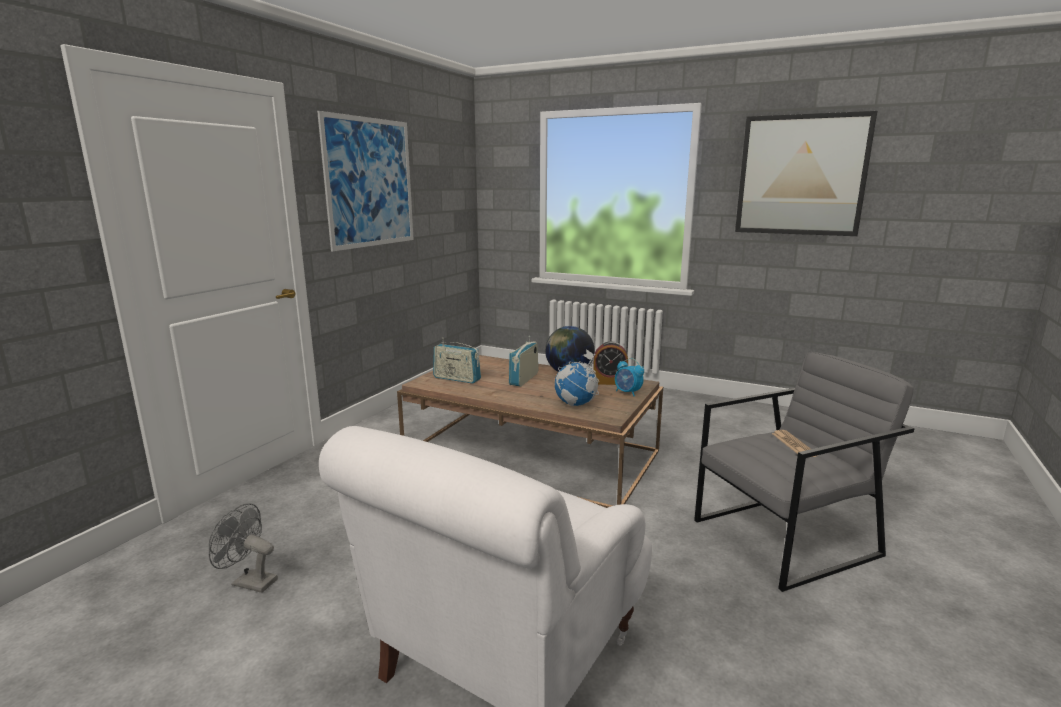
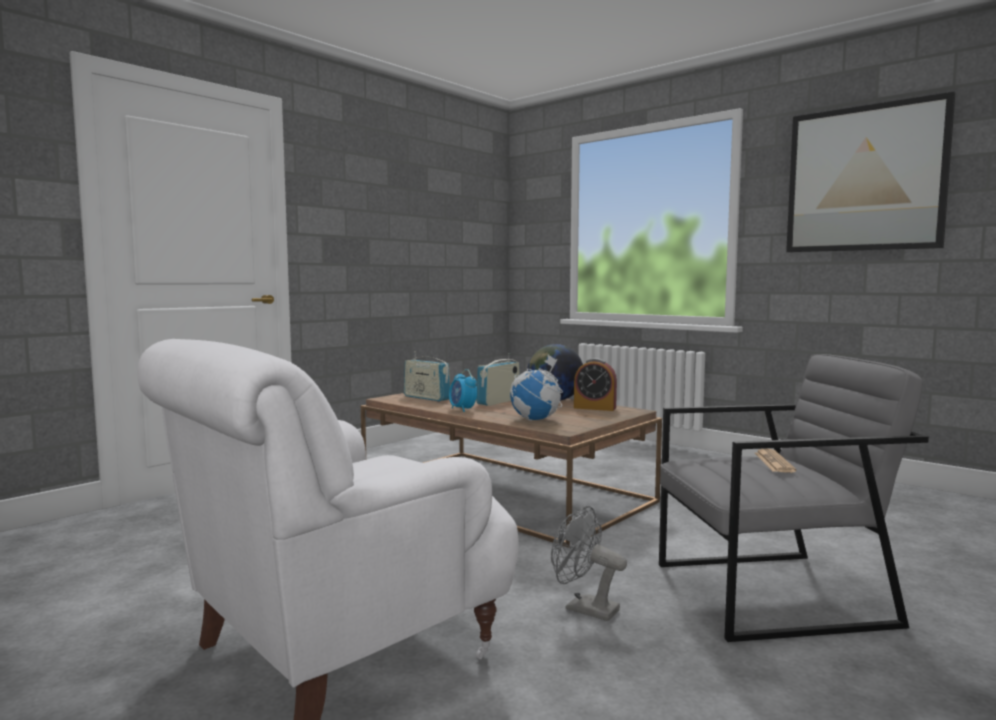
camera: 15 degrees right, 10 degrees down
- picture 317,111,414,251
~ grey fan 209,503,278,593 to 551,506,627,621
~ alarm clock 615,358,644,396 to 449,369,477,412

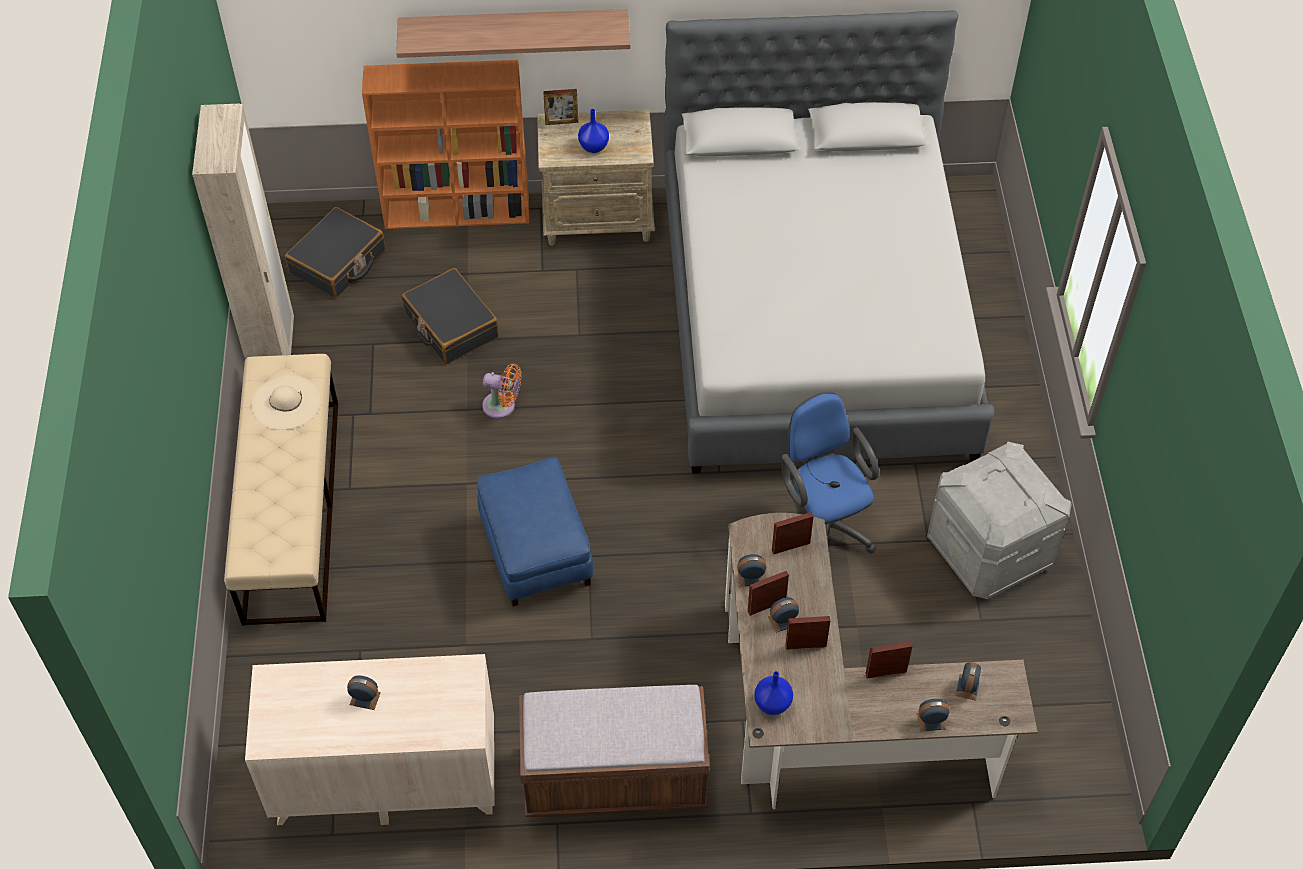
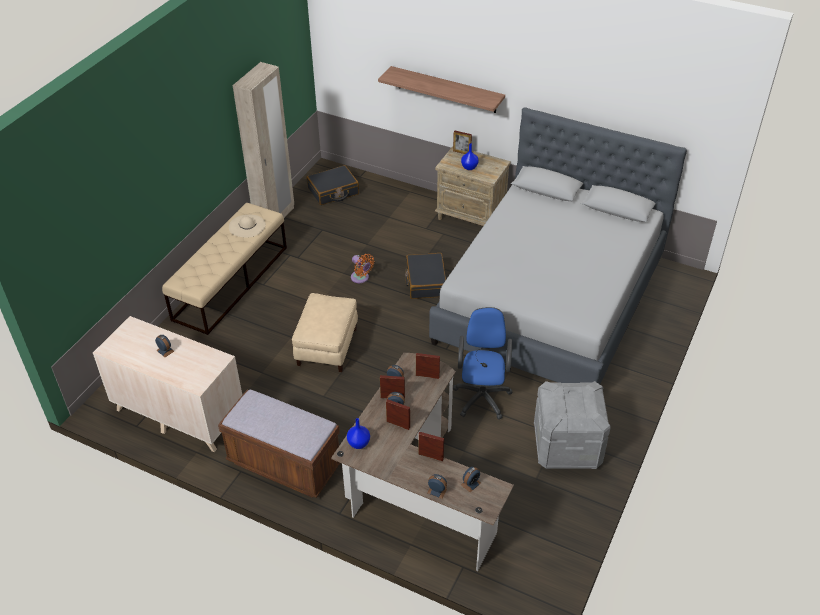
camera: 30 degrees right, 10 degrees down
- orange bookcase 362,60,529,229
~ black suitcase 402,268,499,364 to 405,253,446,299
~ blue ottoman 477,457,593,607 to beige ottoman 292,293,358,372

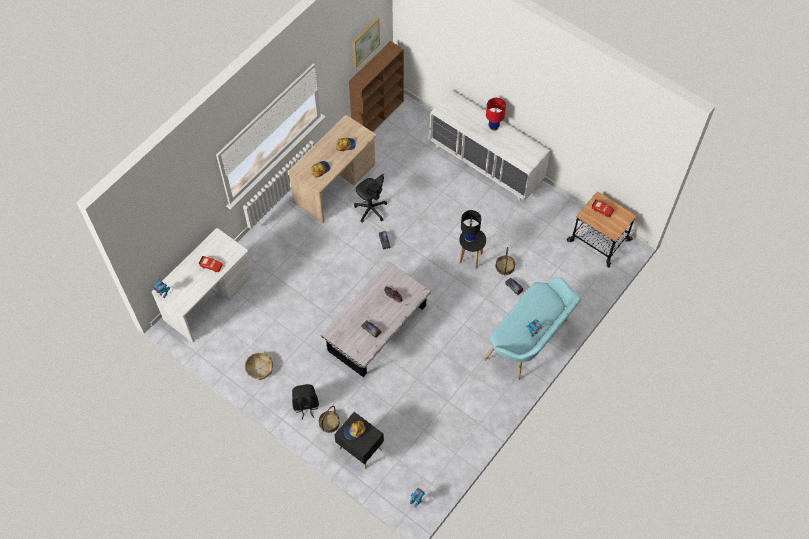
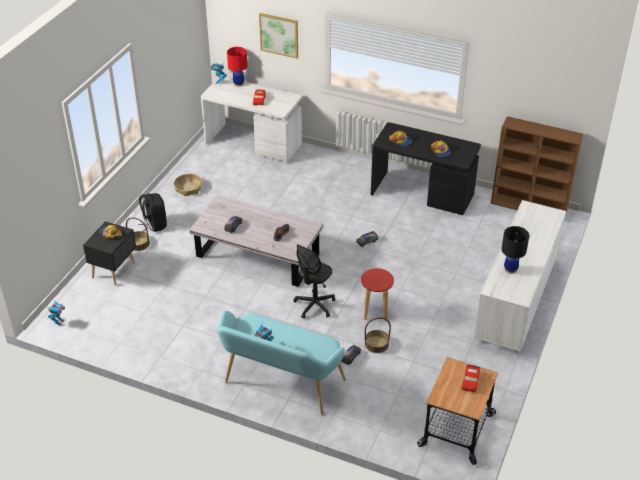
camera: 75 degrees right, 20 degrees down
~ picture 353,18,380,67 to 259,13,298,59
~ black office chair 354,173,387,223 to 293,244,335,319
~ black table lamp 461,210,481,242 to 501,226,529,274
~ red table lamp 486,98,506,131 to 227,47,247,87
~ beige desk 288,115,376,223 to black desk 371,122,481,215
~ black stool 459,230,486,269 to red stool 361,268,394,321

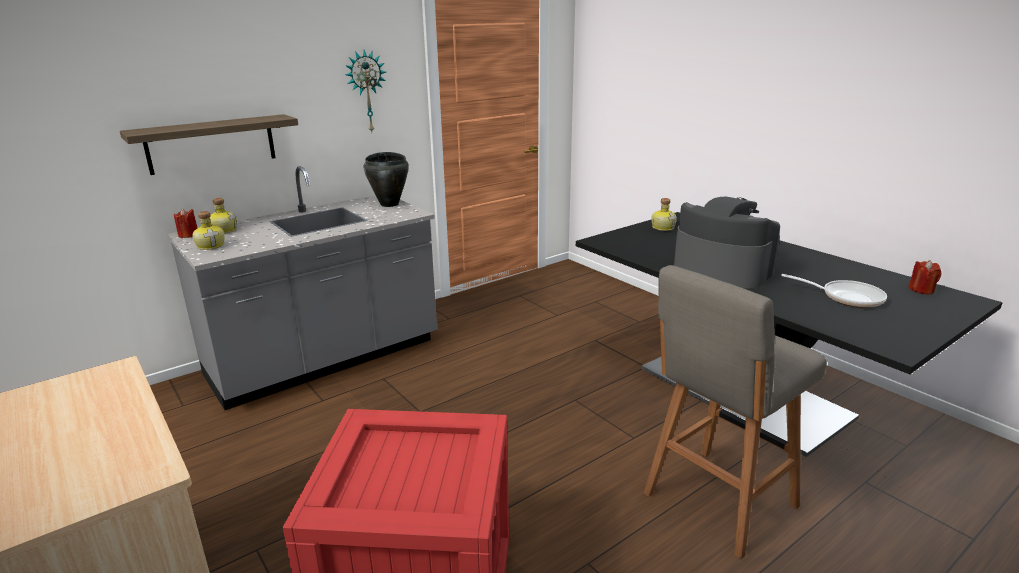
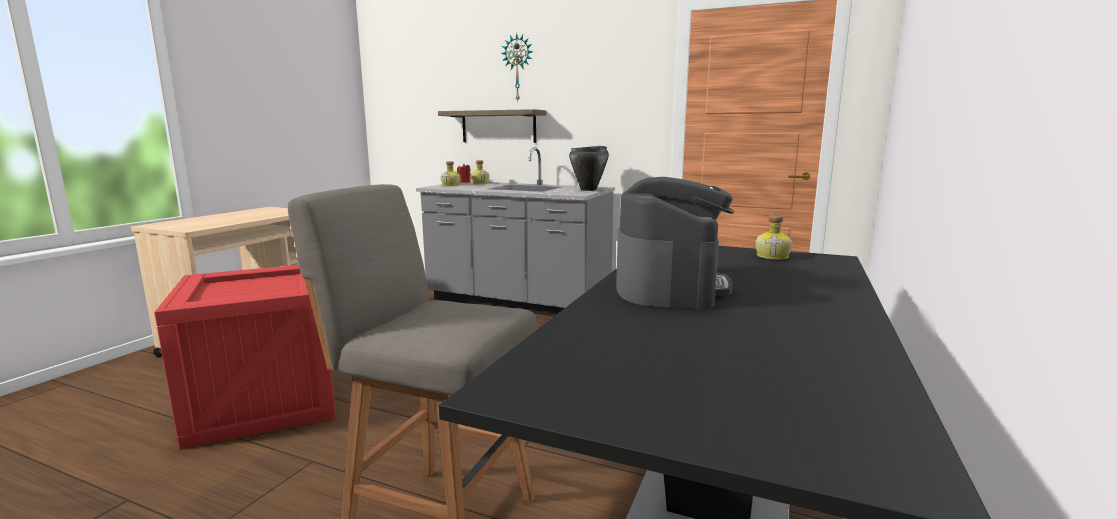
camera: 60 degrees right, 10 degrees down
- frying pan 781,274,887,308
- red candle 908,260,941,294
~ wall clock 345,50,386,132 to 501,33,533,102

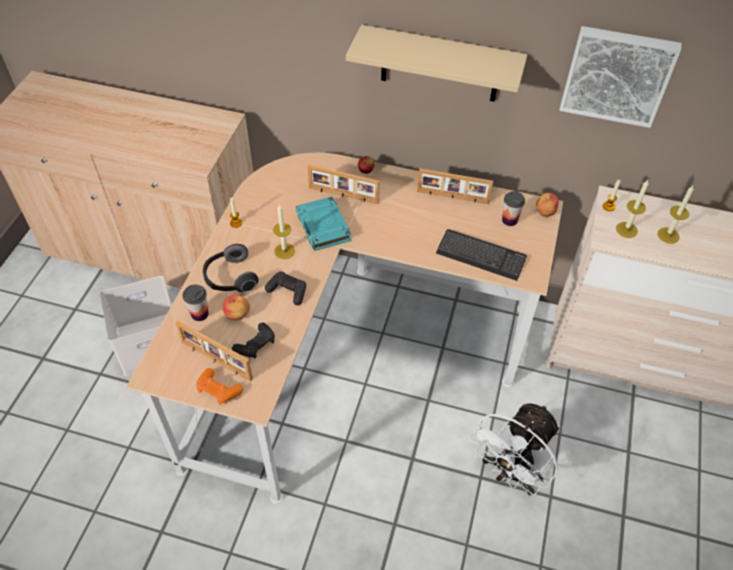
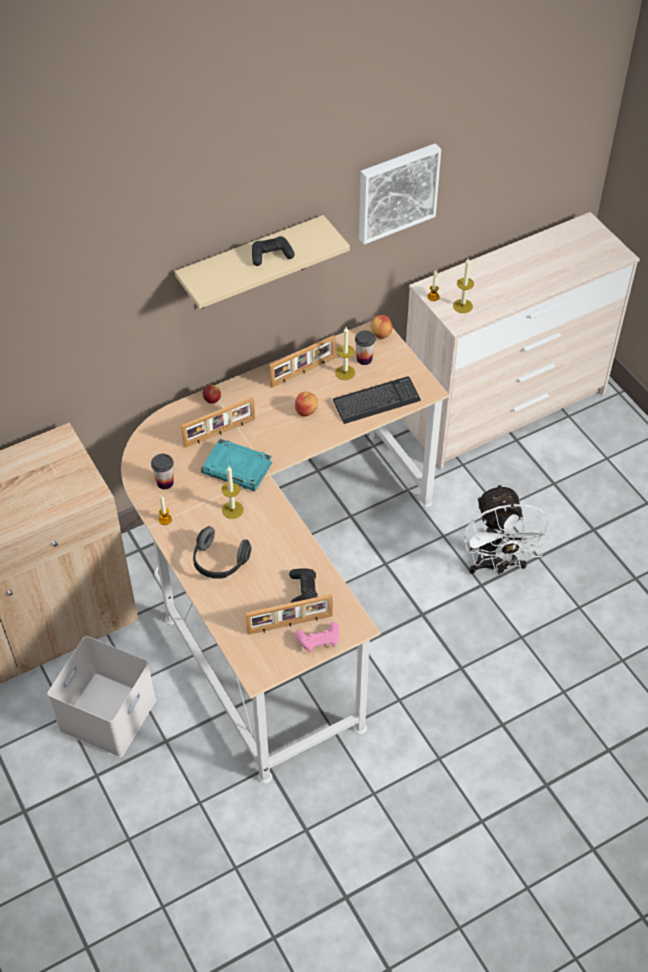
camera: 45 degrees left, 0 degrees up
~ cup 183,285,209,321 to 151,454,174,490
~ apple 223,295,250,320 to 295,392,318,416
~ black game controller 265,271,306,305 to 252,236,295,266
~ candle 658,186,694,244 to 335,327,355,380
~ orange game controller 196,368,243,405 to pink game controller 295,622,339,653

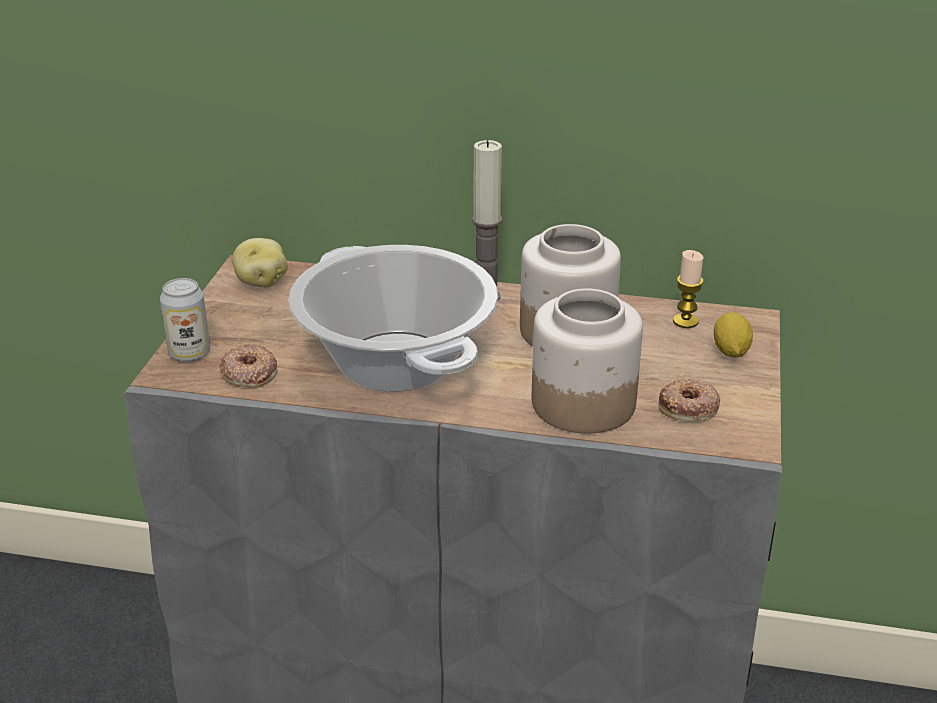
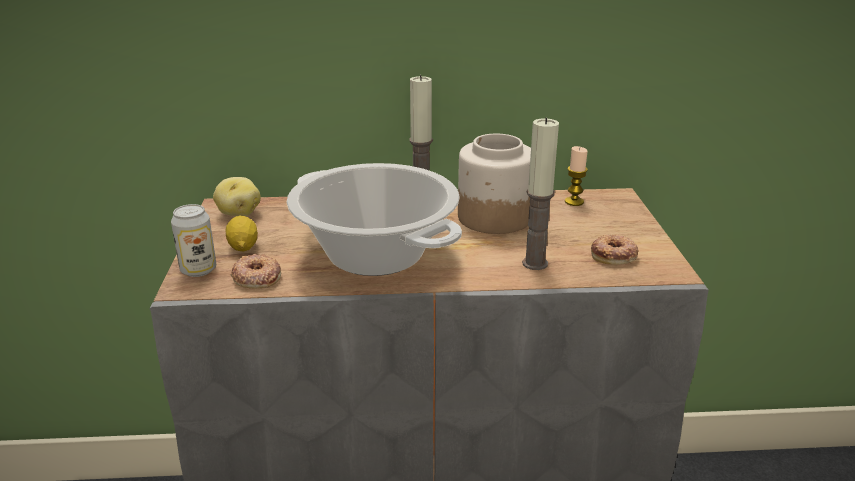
camera: 15 degrees left, 5 degrees down
~ lemon 714,312,753,358 to 225,215,258,251
~ jar 532,288,643,434 to candle 522,117,559,270

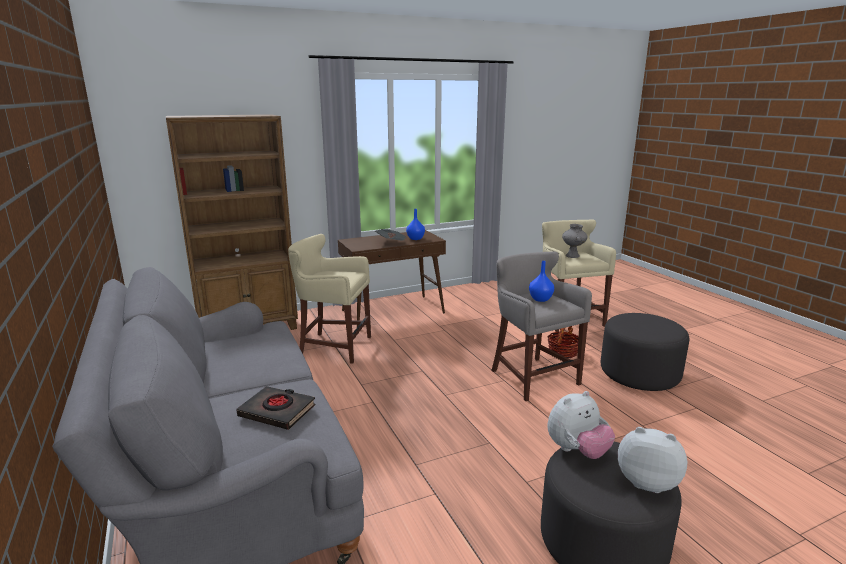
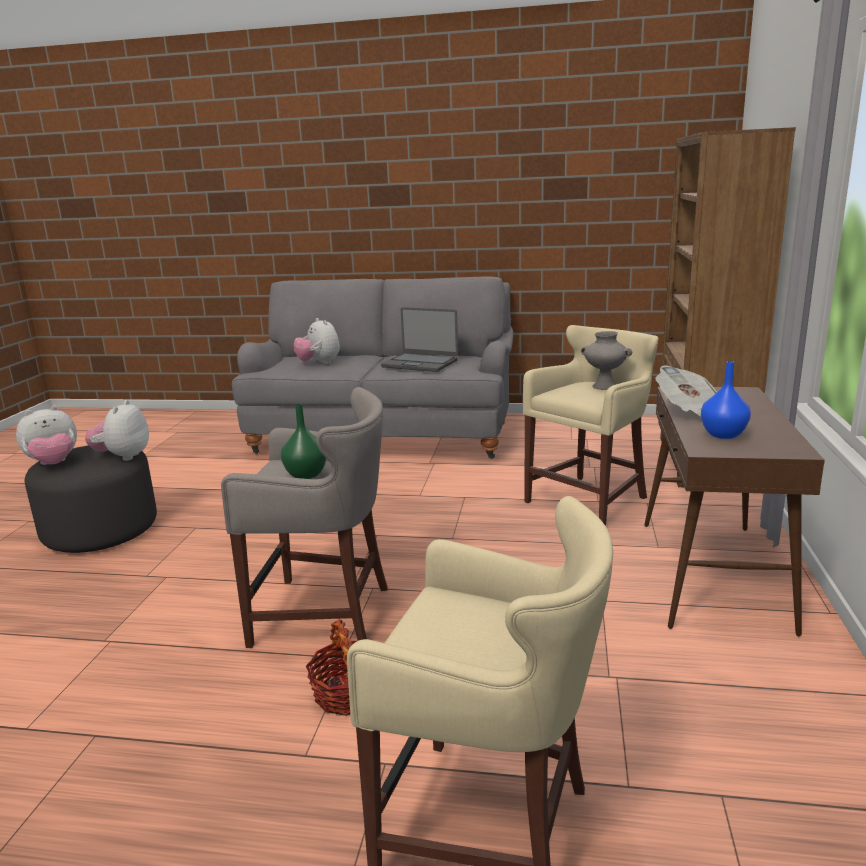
camera: 125 degrees right, 0 degrees up
- grey ottoman 601,313,689,391
+ laptop 381,307,458,372
~ grey vase 562,224,588,258 to 581,331,632,390
~ black book 236,386,316,430 to plush toy 294,318,340,364
~ blue vase 529,261,554,302 to green vase 281,404,326,479

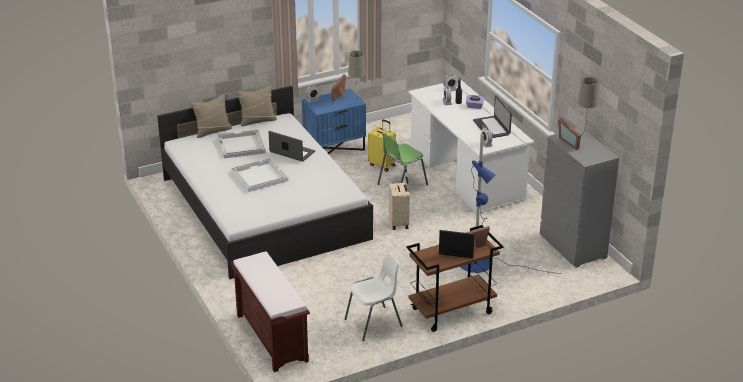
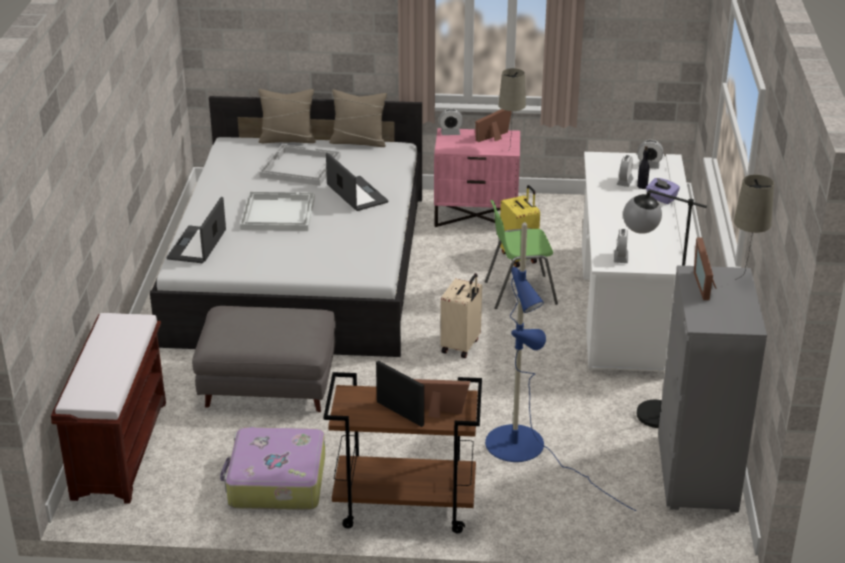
camera: 30 degrees right, 0 degrees up
+ grey ottoman 192,306,336,412
+ black floor lamp 623,189,707,428
~ laptop 473,96,512,138 to 166,197,226,263
~ white chair 345,253,403,341 to suitcase 220,427,325,510
~ blue nightstand 302,89,366,154 to pink nightstand 434,128,520,227

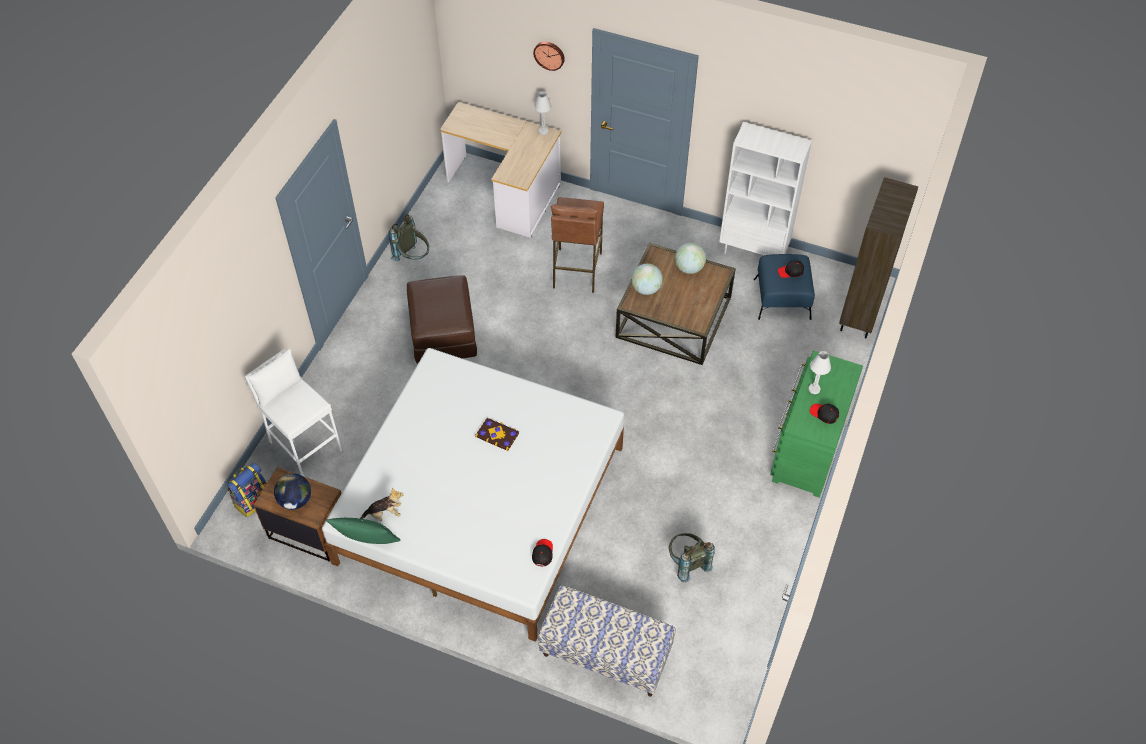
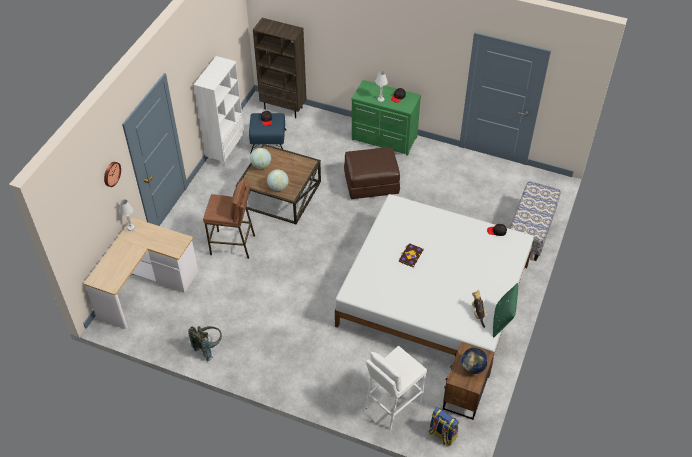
camera: 90 degrees left, 5 degrees down
- grey backpack 669,533,715,583
~ brown ottoman 407,275,477,364 to 344,147,400,199

